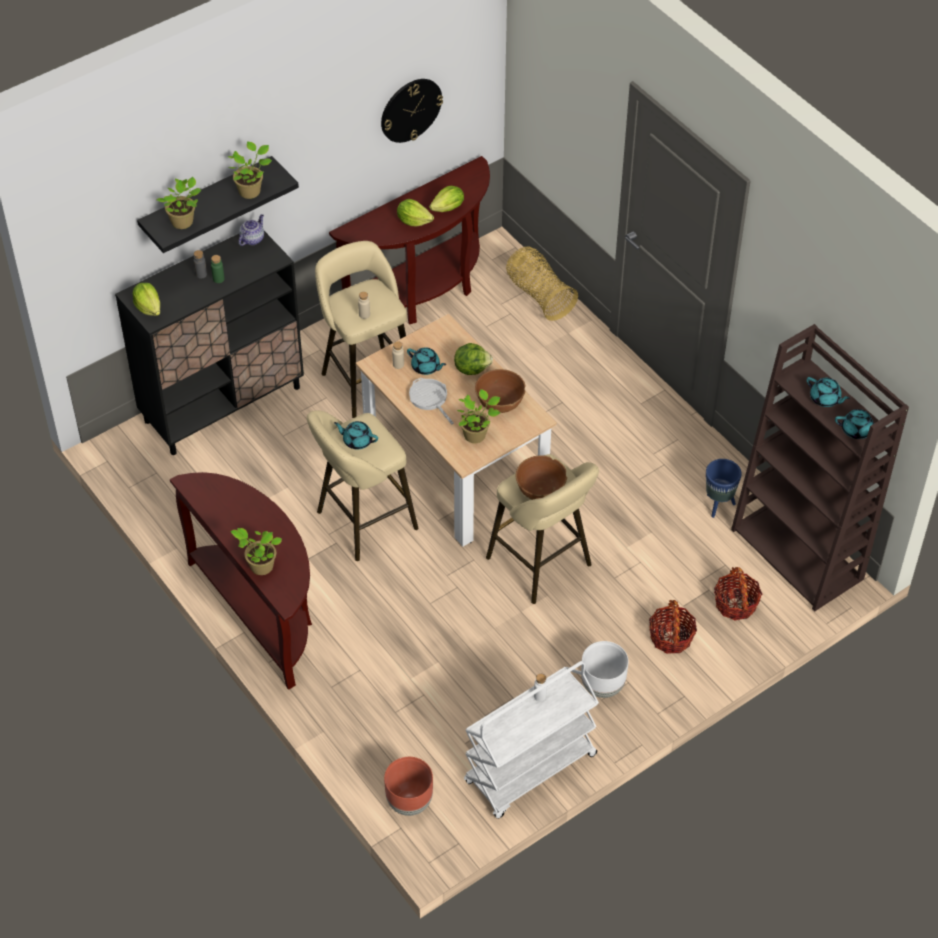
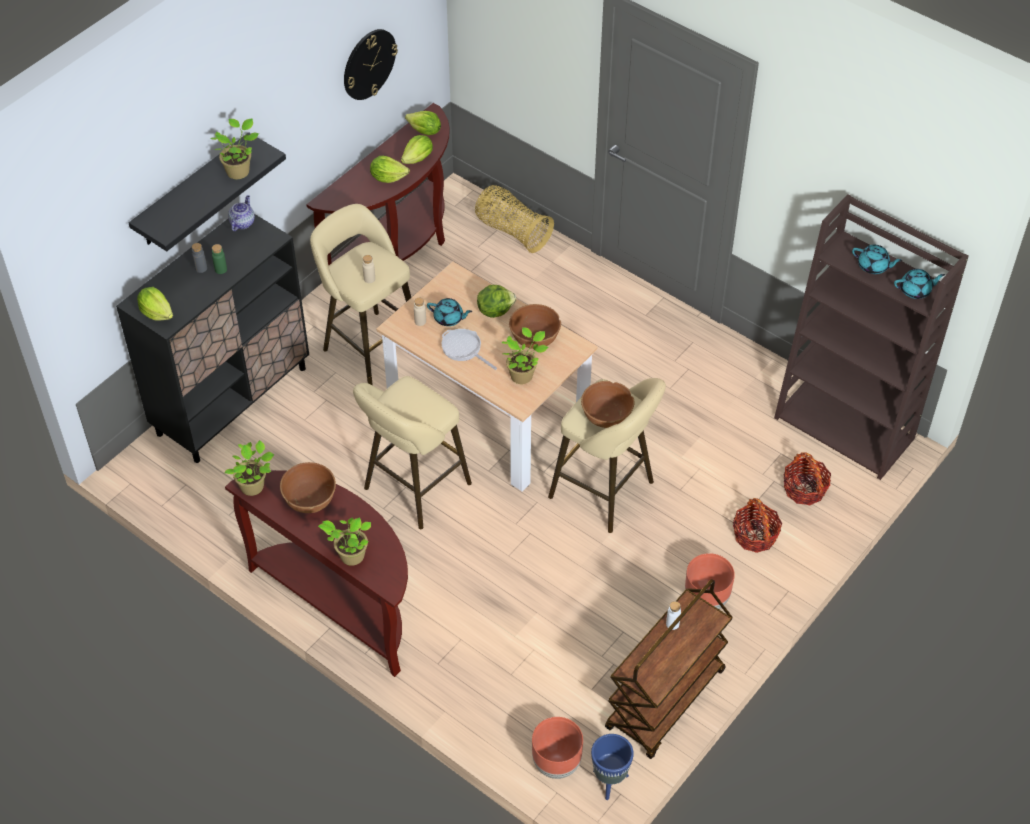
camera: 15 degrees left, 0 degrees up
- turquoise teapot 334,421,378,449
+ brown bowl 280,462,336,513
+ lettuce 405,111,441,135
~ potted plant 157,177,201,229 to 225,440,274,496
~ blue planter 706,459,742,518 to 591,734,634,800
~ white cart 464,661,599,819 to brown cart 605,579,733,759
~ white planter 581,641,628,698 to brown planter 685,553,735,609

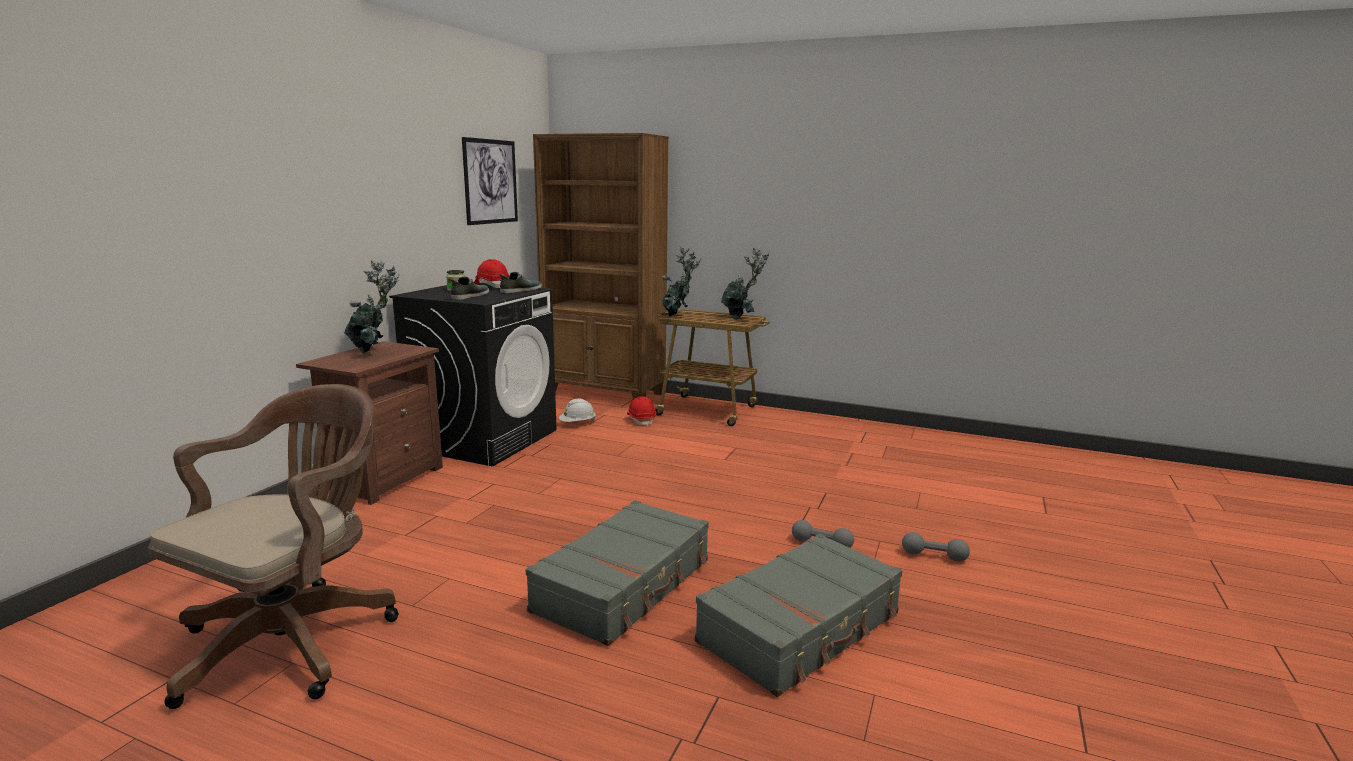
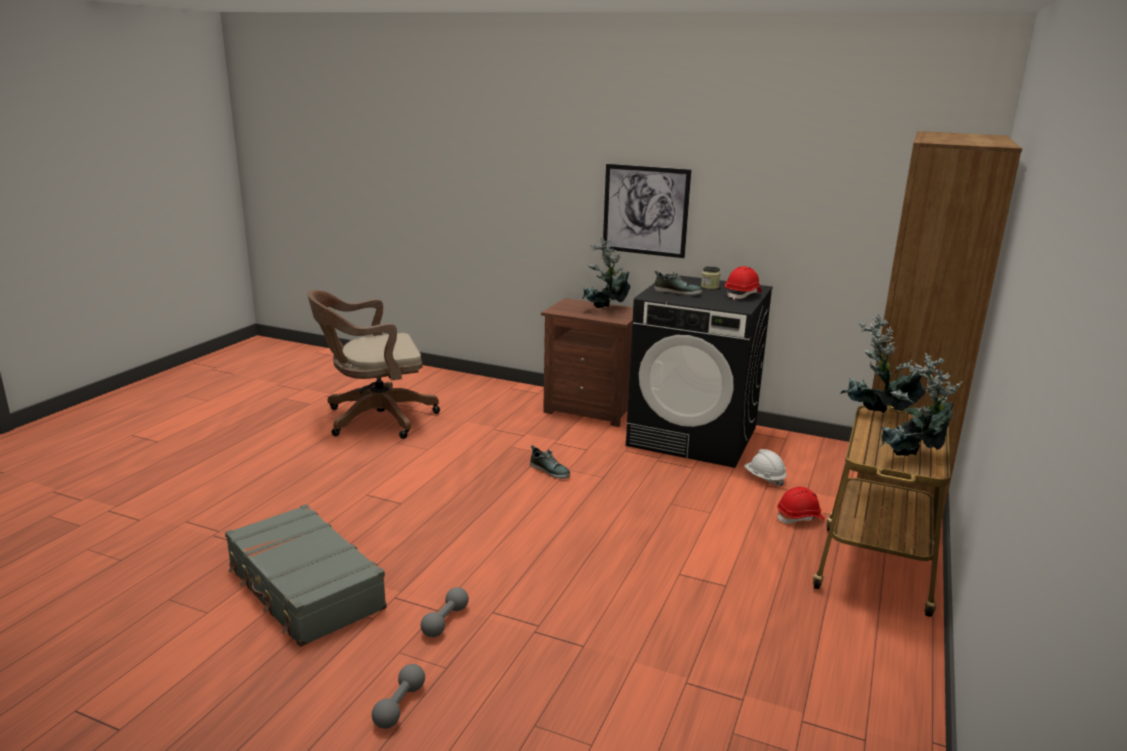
camera: 90 degrees right, 5 degrees up
- grey suitcase 525,500,709,646
~ picture 462,137,518,225 to 603,164,691,258
~ shoe 499,272,542,293 to 530,445,570,479
~ brown office chair 148,384,399,709 = 307,290,440,439 135 degrees clockwise

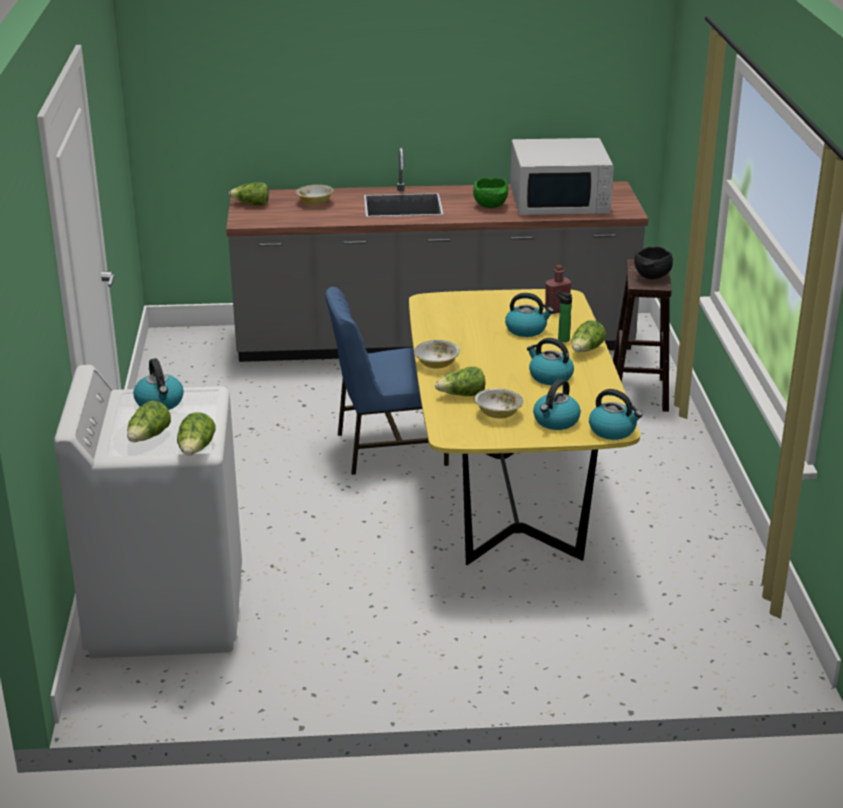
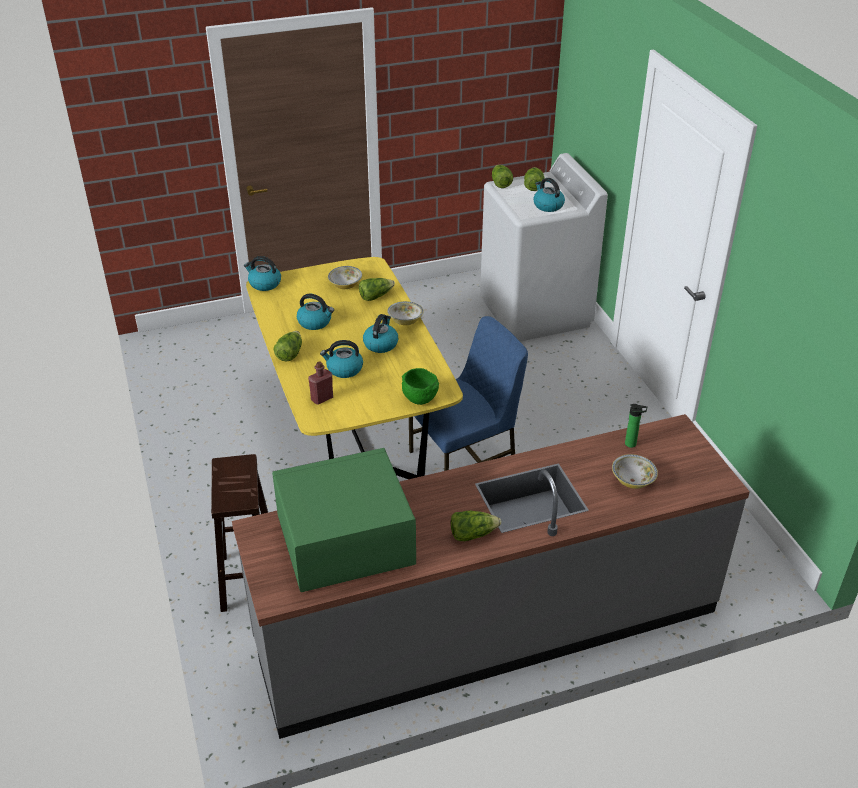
camera: 165 degrees right, 10 degrees up
- black bowl 634,247,673,279
~ lettuce 229,182,269,206 to 451,510,501,541
~ green bowl 473,178,508,208 to 402,368,439,405
~ kettle 533,379,581,430 to 363,314,398,353
~ bottle 555,291,572,342 to 625,404,647,448
~ white microwave 510,138,614,215 to green microwave 272,448,416,592

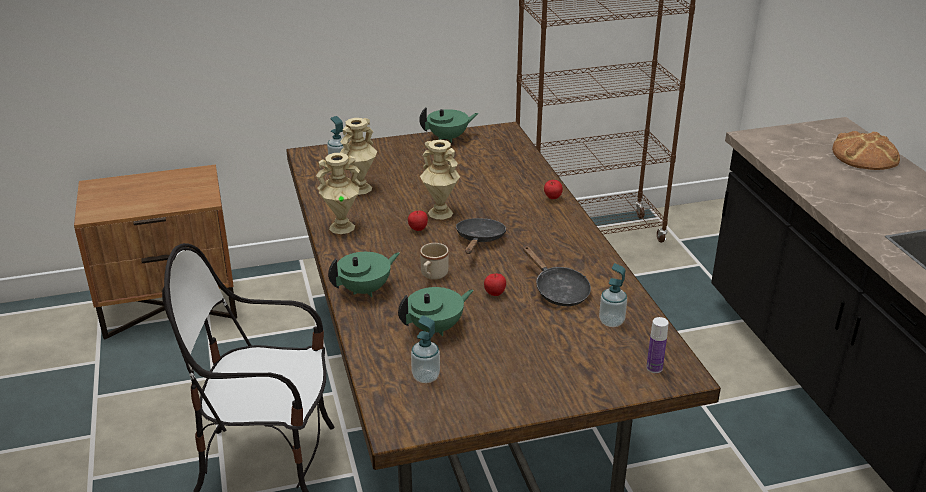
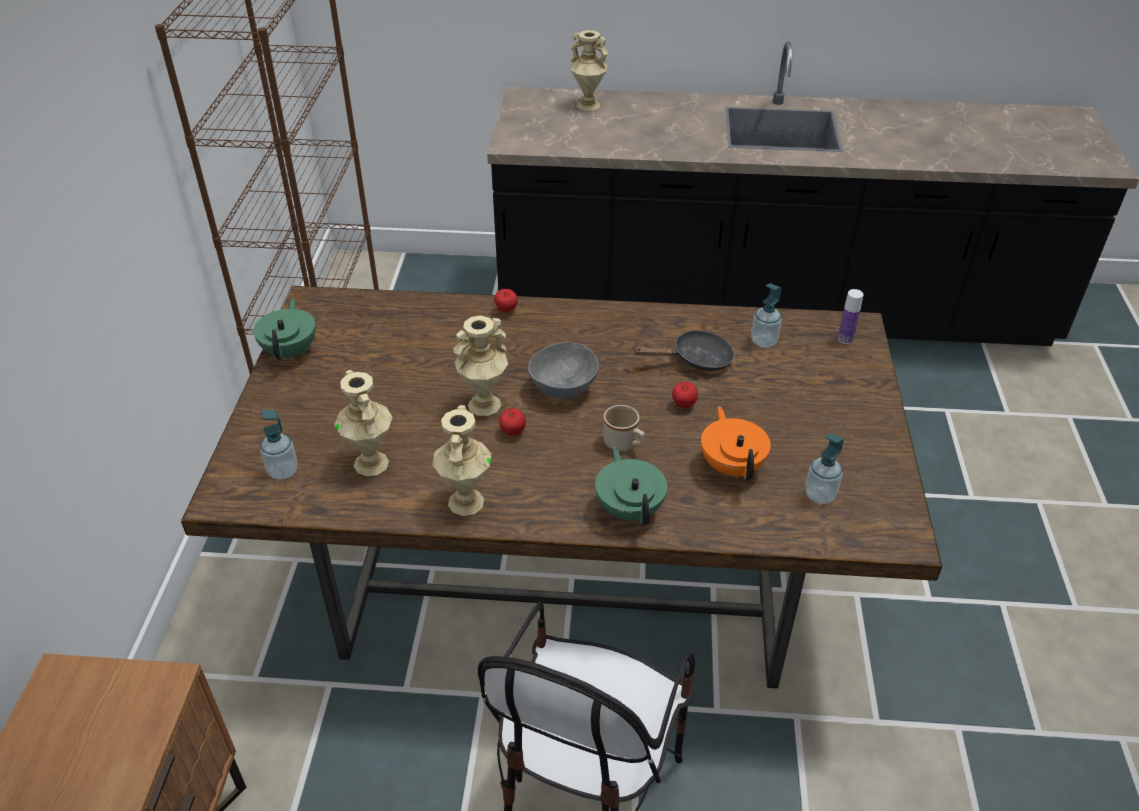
camera: 70 degrees left, 10 degrees up
~ black frying pan 456,218,507,254 to grey bowl 528,342,599,399
~ bread 832,131,900,170 to beige vase 570,30,608,111
~ green teapot 398,287,474,336 to orange teapot 701,406,771,481

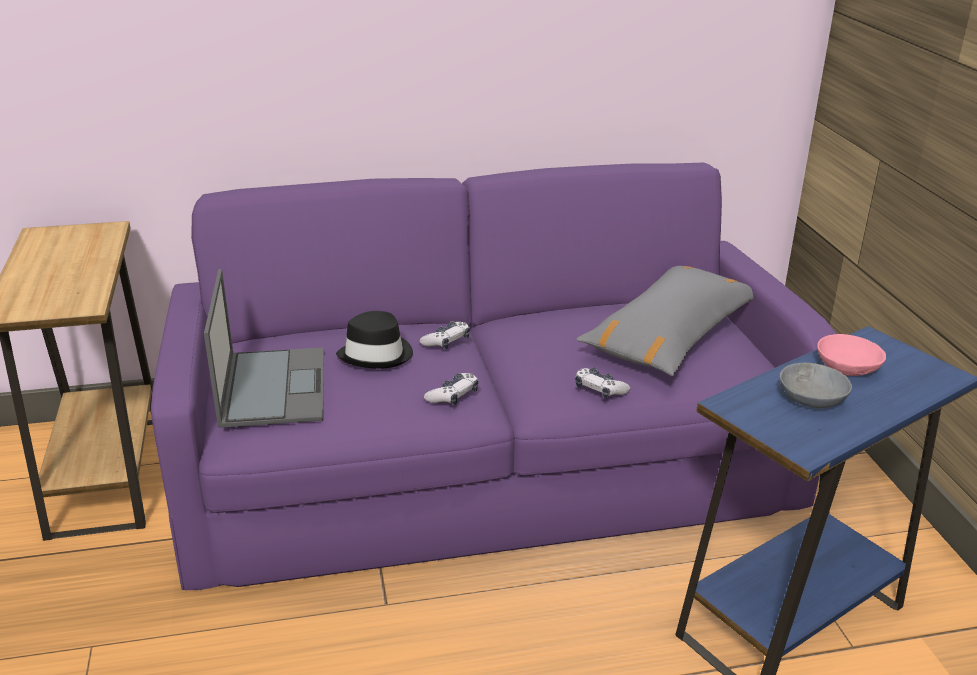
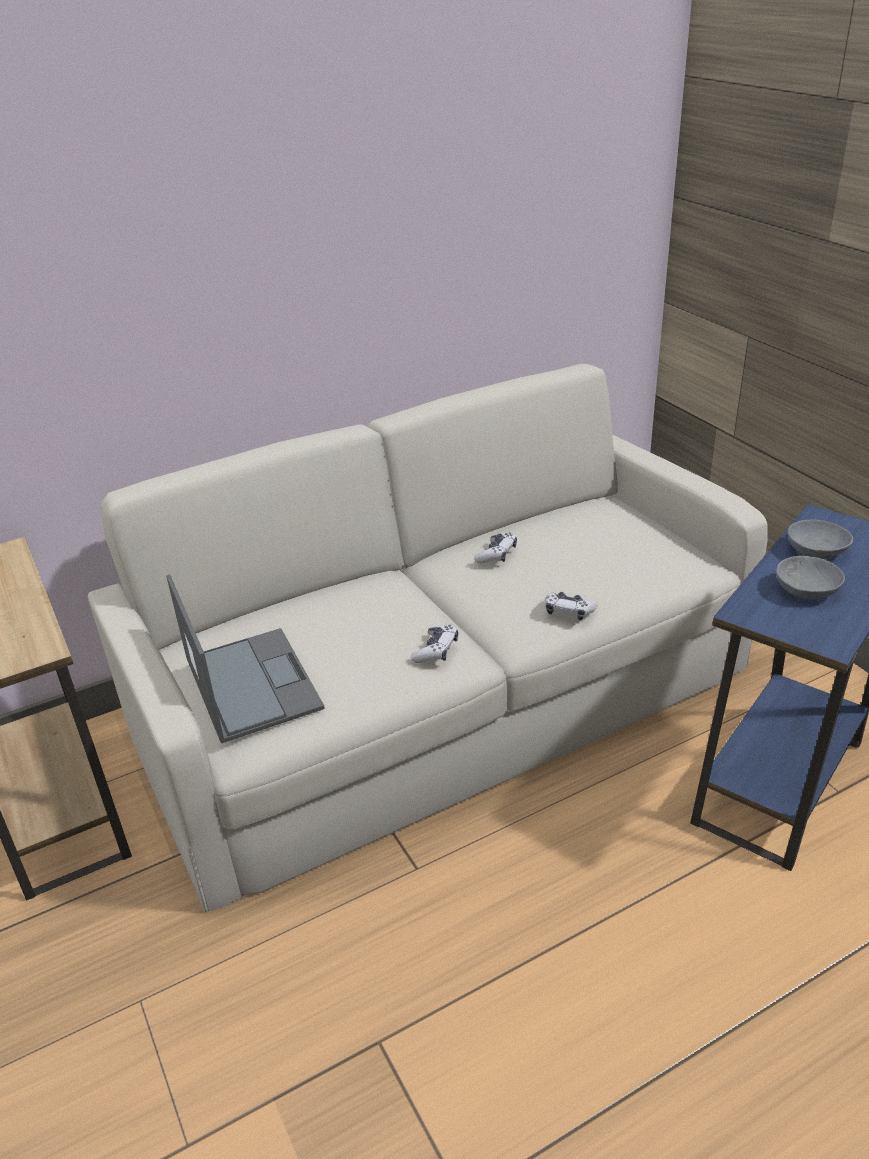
camera: 15 degrees left, 5 degrees up
- black hat 336,311,413,369
- grey pillow 576,266,753,376
~ game controller 420,321,470,349 to 474,532,517,563
~ purple sofa 151,163,837,590 to beige sofa 88,364,767,912
~ pink bowl 817,334,886,376 to grey bowl 788,519,853,559

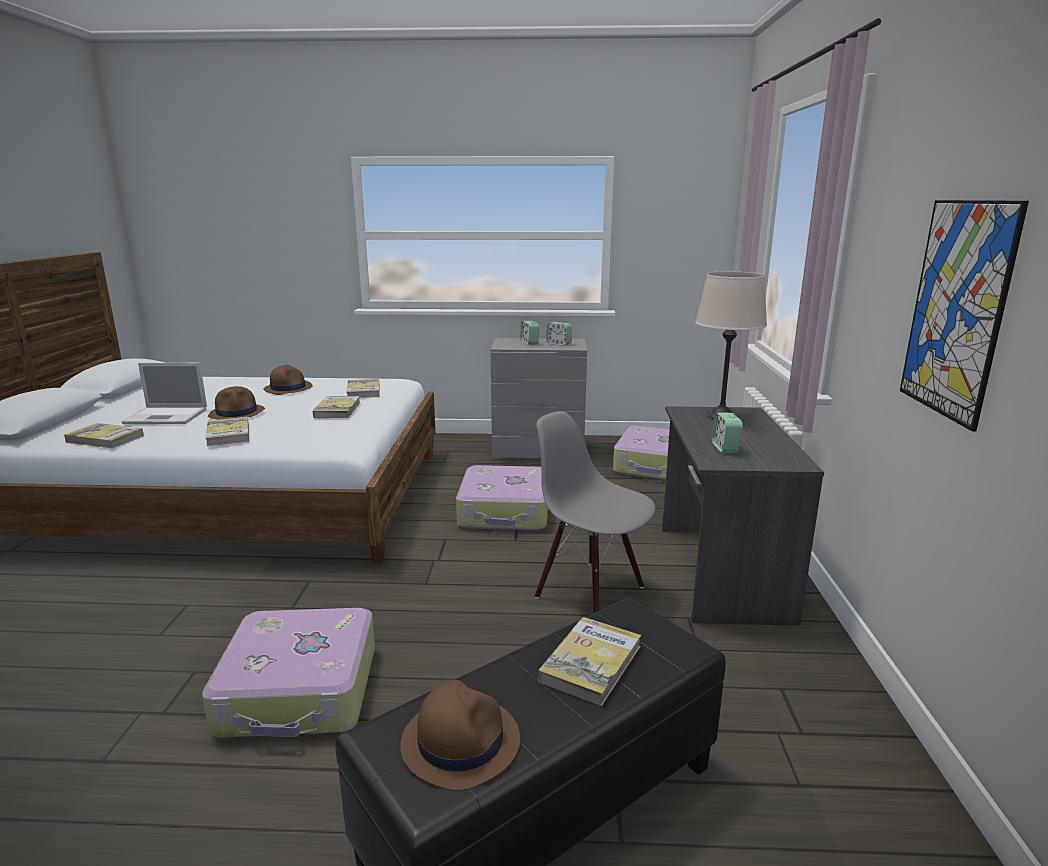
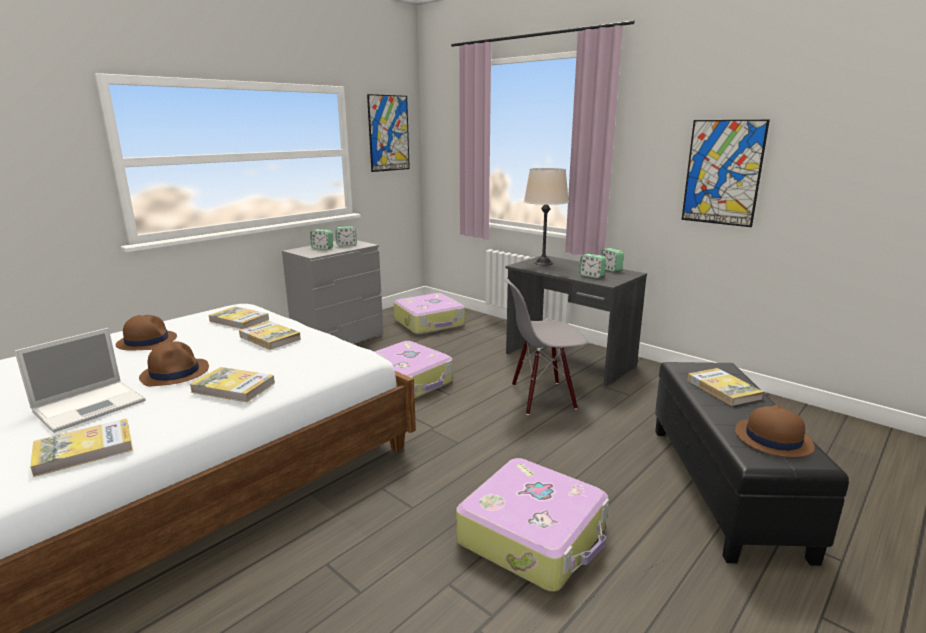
camera: 50 degrees left, 0 degrees up
+ picture 367,94,410,172
+ alarm clock 601,248,624,272

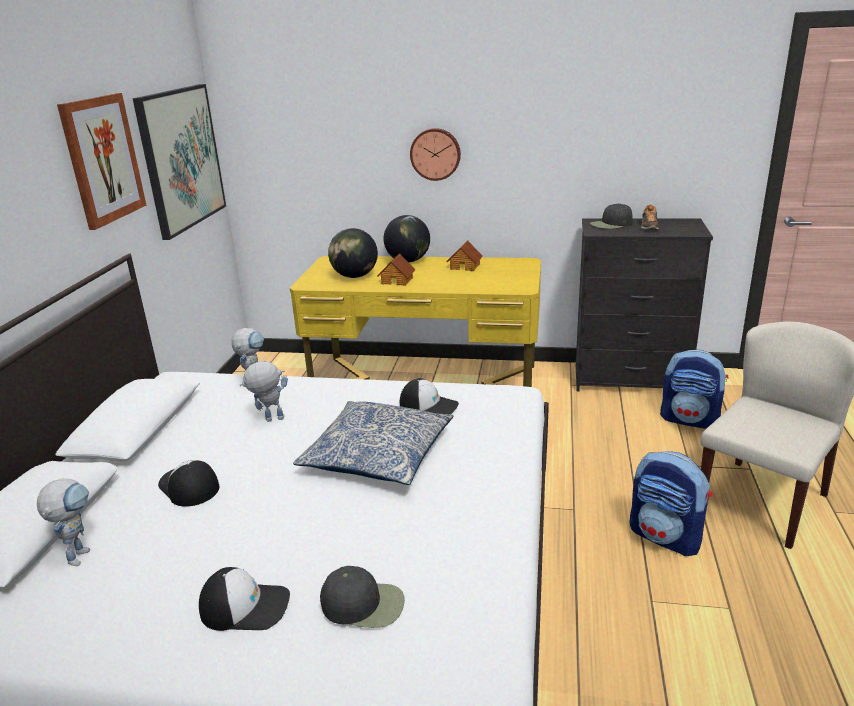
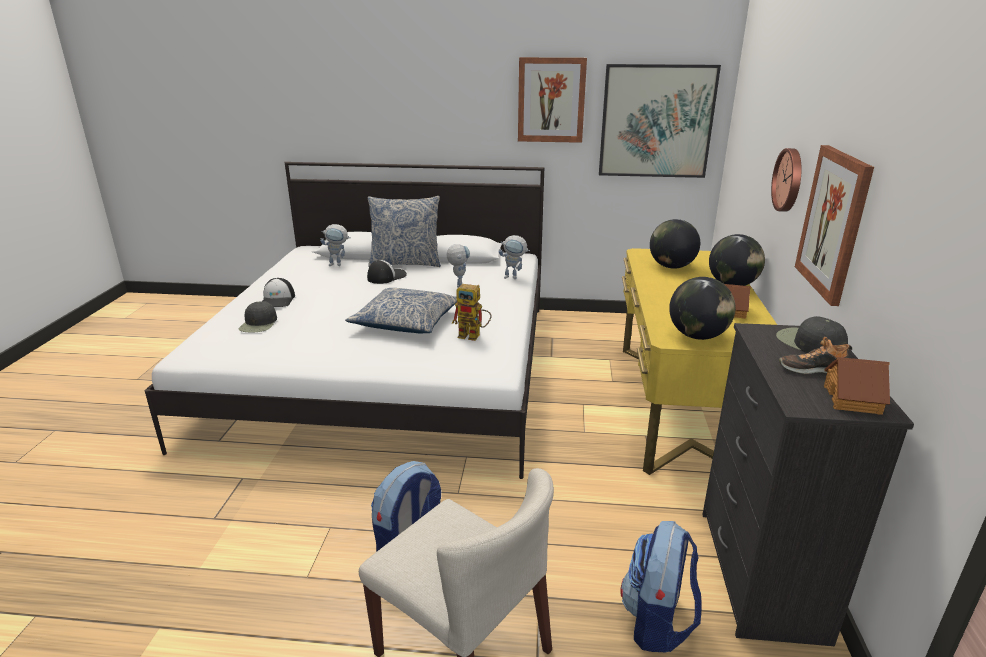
camera: 85 degrees right, 0 degrees up
+ pillow 368,196,441,267
+ globe 669,277,736,340
+ picture 795,145,874,306
~ toy house 377,253,416,286 to 824,357,890,415
~ cap 400,378,459,414 to toy robot 452,284,492,341

